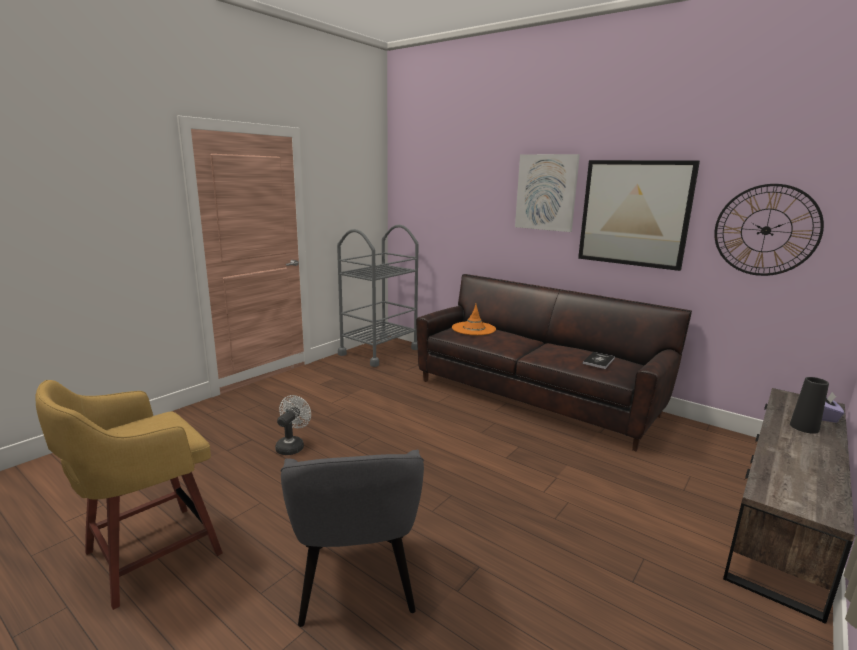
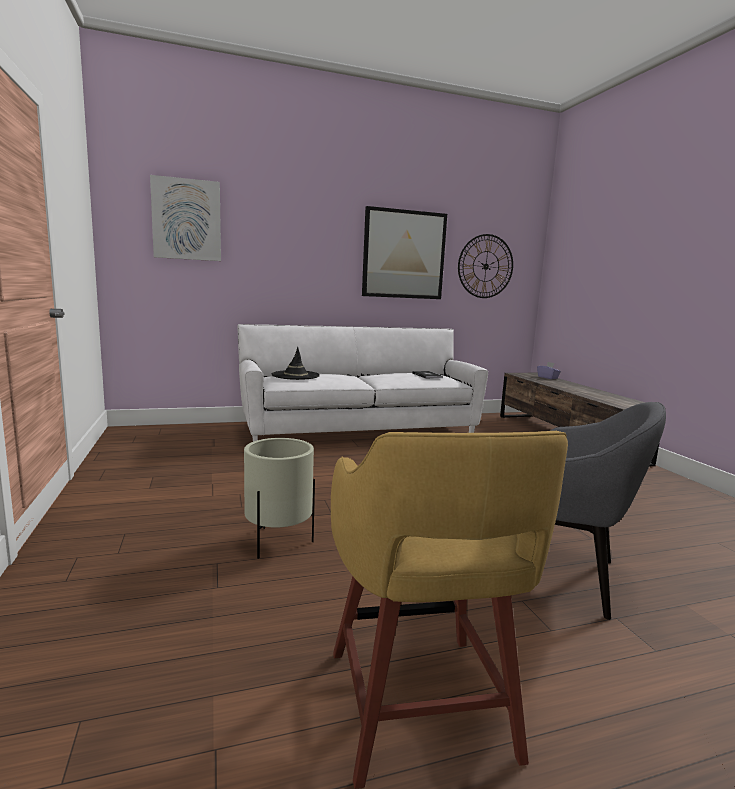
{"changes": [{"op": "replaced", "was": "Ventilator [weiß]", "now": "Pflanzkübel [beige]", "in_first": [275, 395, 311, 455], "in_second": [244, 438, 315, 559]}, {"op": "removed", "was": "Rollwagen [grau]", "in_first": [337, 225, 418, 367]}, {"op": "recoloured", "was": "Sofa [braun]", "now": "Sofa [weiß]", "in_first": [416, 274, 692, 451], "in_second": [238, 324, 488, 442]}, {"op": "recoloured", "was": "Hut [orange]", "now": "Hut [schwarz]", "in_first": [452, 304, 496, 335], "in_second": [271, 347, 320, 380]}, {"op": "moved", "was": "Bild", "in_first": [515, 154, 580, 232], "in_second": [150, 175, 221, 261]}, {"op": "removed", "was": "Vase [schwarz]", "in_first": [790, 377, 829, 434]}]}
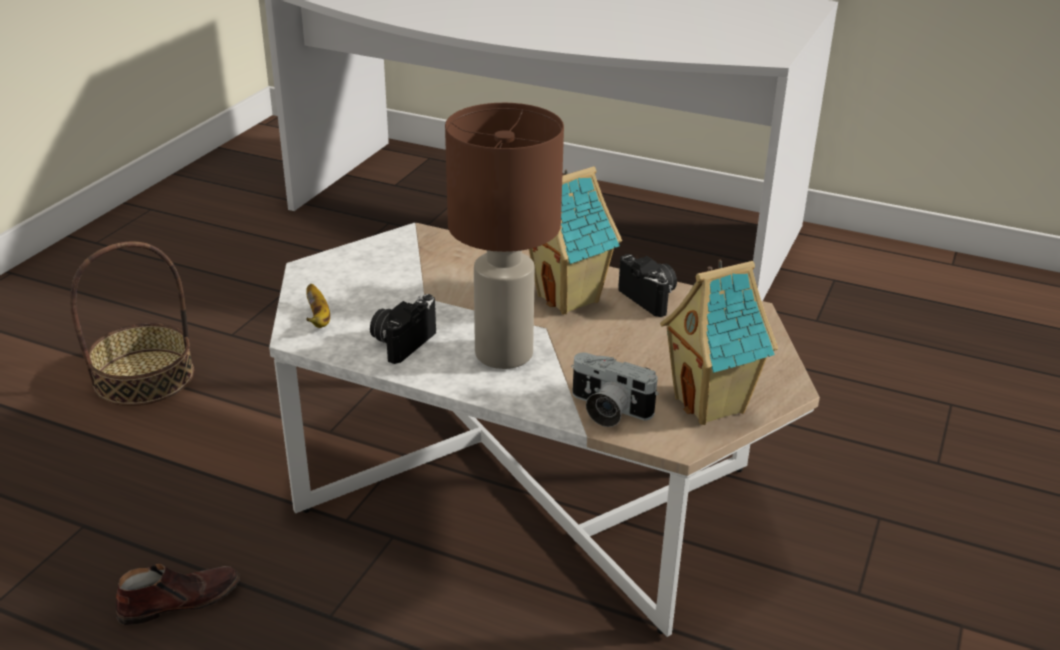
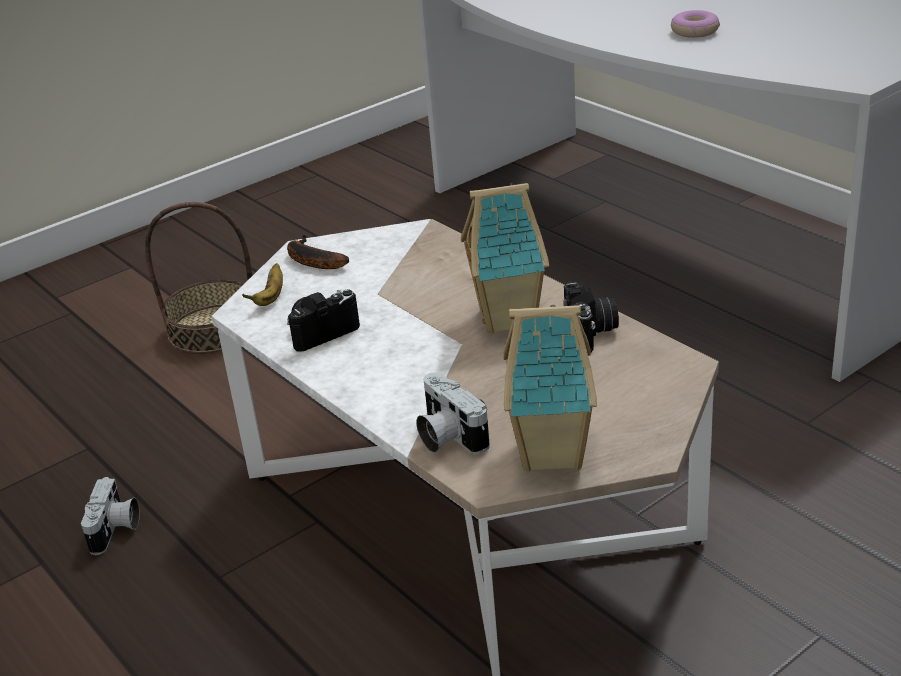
{"changes": [{"op": "replaced", "was": "Schuh [braun]", "now": "Kamera", "in_first": [116, 564, 240, 625], "in_second": [81, 477, 140, 555]}, {"op": "removed", "was": "Tischlampe [braun]", "in_first": [445, 103, 564, 369]}, {"op": "added", "now": "Banane", "in_second": [287, 235, 349, 269]}, {"op": "added", "now": "Donut", "in_second": [671, 10, 720, 38]}]}
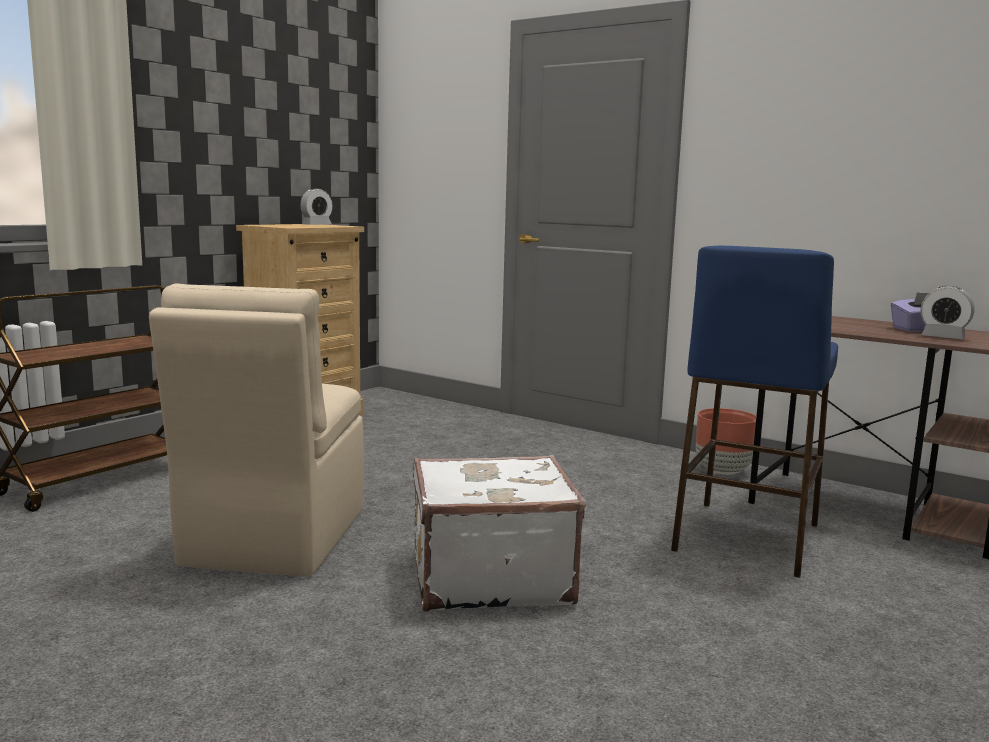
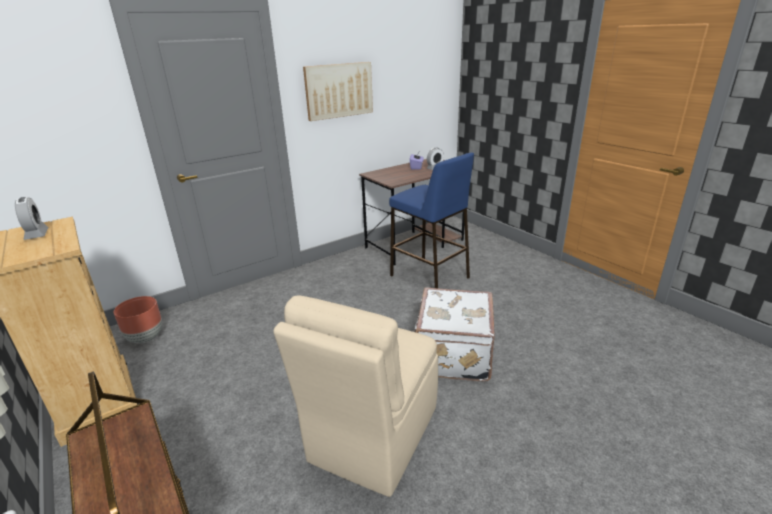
{"changes": [{"op": "turned", "was": "Stuhl [beige]", "in_first": [149, 284, 364, 576], "in_second": [273, 296, 438, 497], "clockwise": 90}, {"op": "moved", "was": "Pflanzkübel [braun]", "in_first": [696, 408, 756, 475], "in_second": [113, 296, 162, 343]}, {"op": "added", "now": "Bild", "in_second": [303, 62, 373, 121]}]}
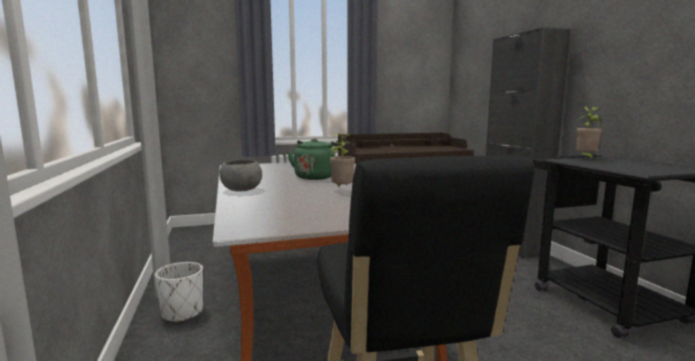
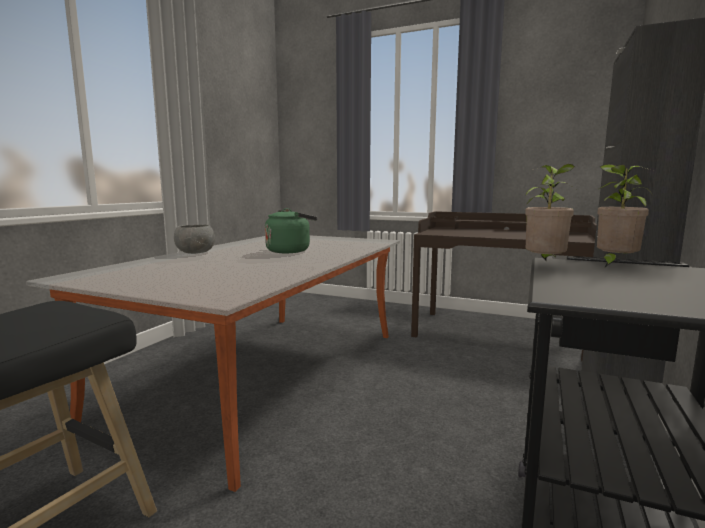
{"changes": [{"op": "removed", "was": "Pflanzkübel [weiß]", "in_first": [155, 262, 203, 323]}, {"op": "moved", "was": "Topfpflanze", "in_first": [329, 132, 355, 188], "in_second": [525, 164, 576, 262]}]}
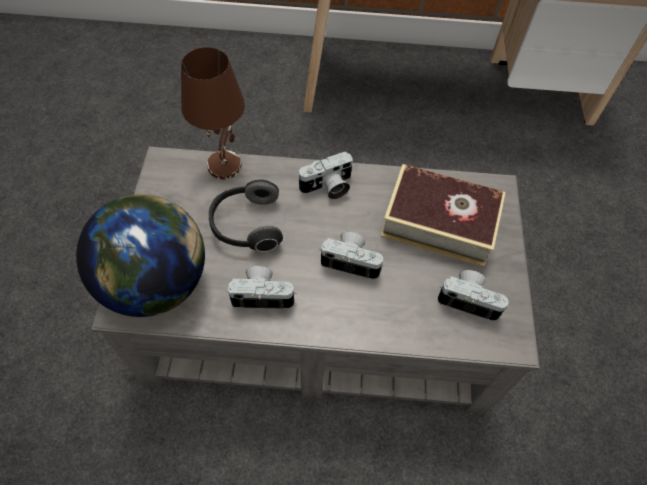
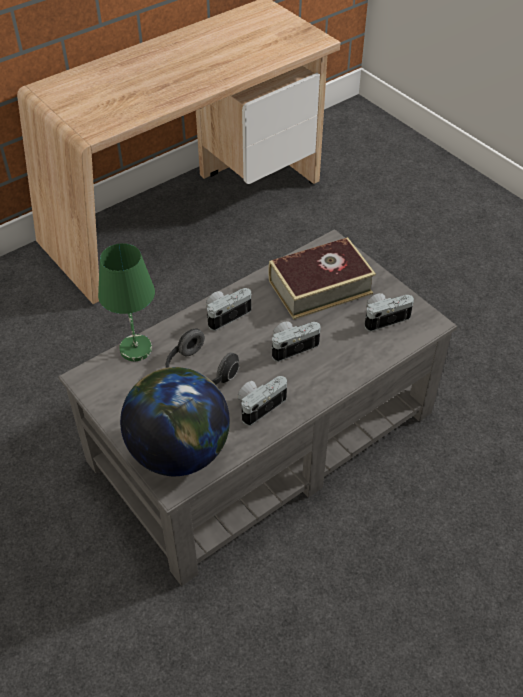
{"changes": [{"op": "recoloured", "was": "Tischlampe [braun]", "now": "Tischlampe [grün]", "in_first": [181, 47, 245, 179], "in_second": [98, 243, 155, 361]}, {"op": "turned", "was": "Kamera", "in_first": [297, 151, 353, 199], "in_second": [206, 288, 252, 331], "clockwise": -150}]}
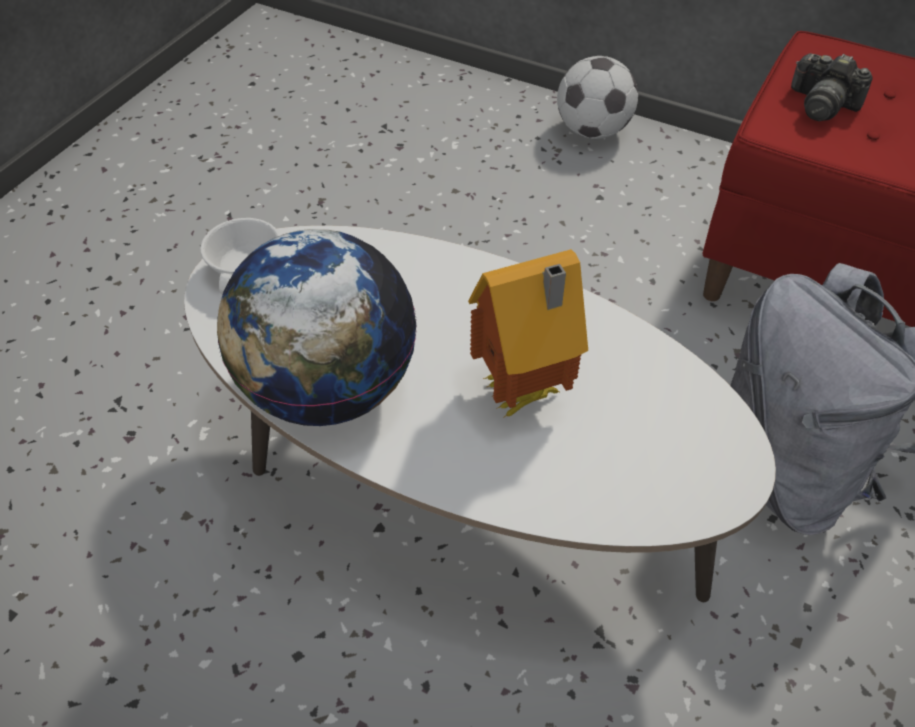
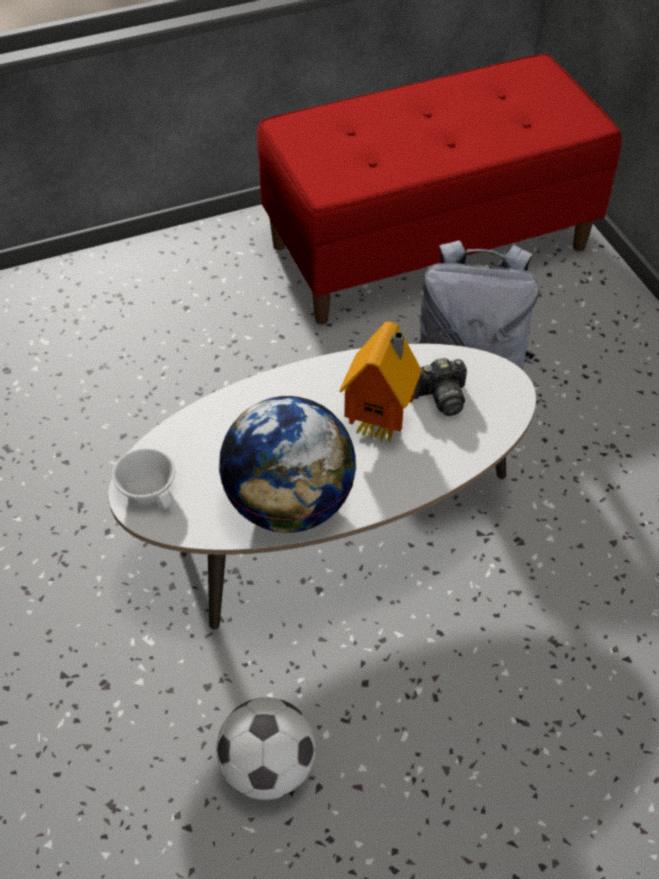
{"changes": [{"op": "moved", "was": "Fußball", "in_first": [557, 56, 638, 139], "in_second": [216, 697, 316, 800]}, {"op": "moved", "was": "Kamera", "in_first": [791, 53, 873, 121], "in_second": [414, 358, 467, 416]}]}
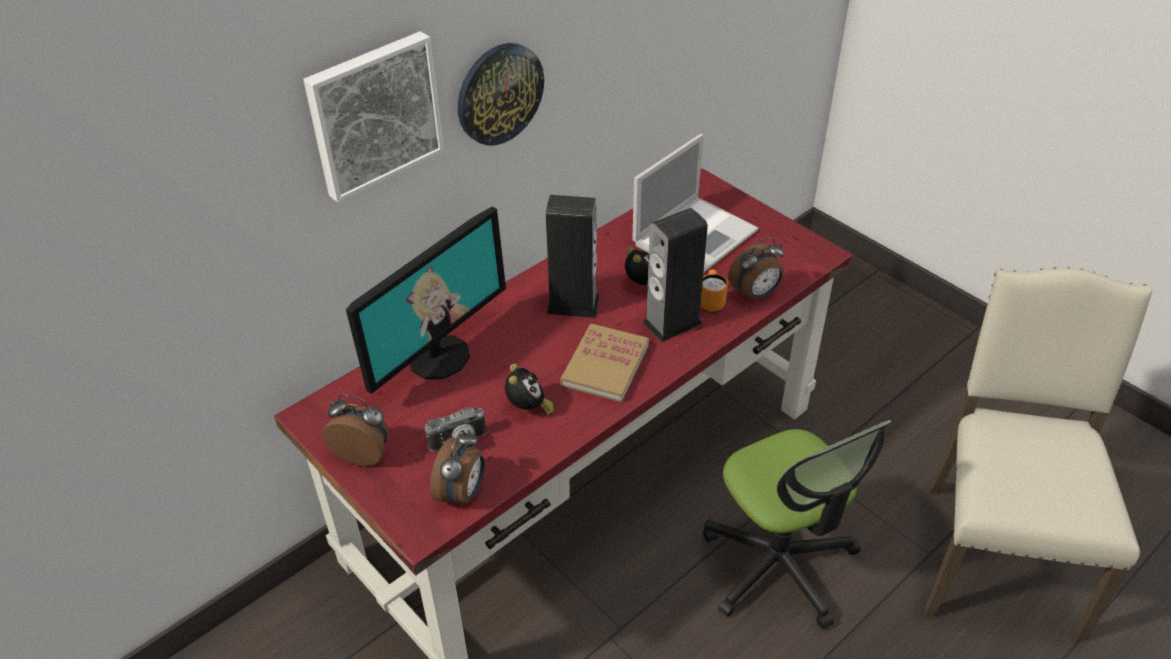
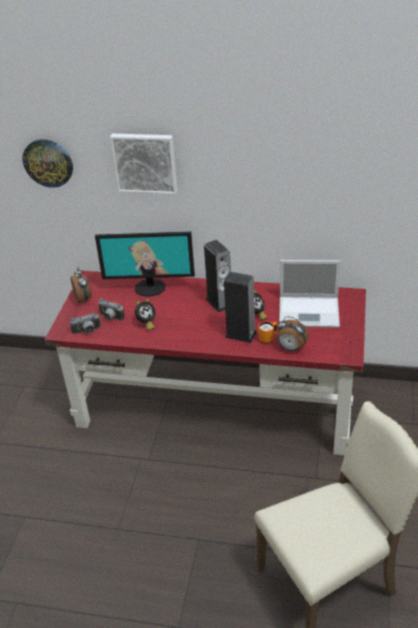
{"changes": [{"op": "replaced", "was": "Wecker", "now": "Kamera", "in_first": [430, 429, 485, 507], "in_second": [70, 313, 101, 334]}, {"op": "moved", "was": "Wanduhr", "in_first": [458, 43, 544, 145], "in_second": [22, 139, 73, 188]}, {"op": "removed", "was": "Buch", "in_first": [560, 324, 649, 402]}, {"op": "removed", "was": "Bürostuhl", "in_first": [703, 420, 892, 629]}]}
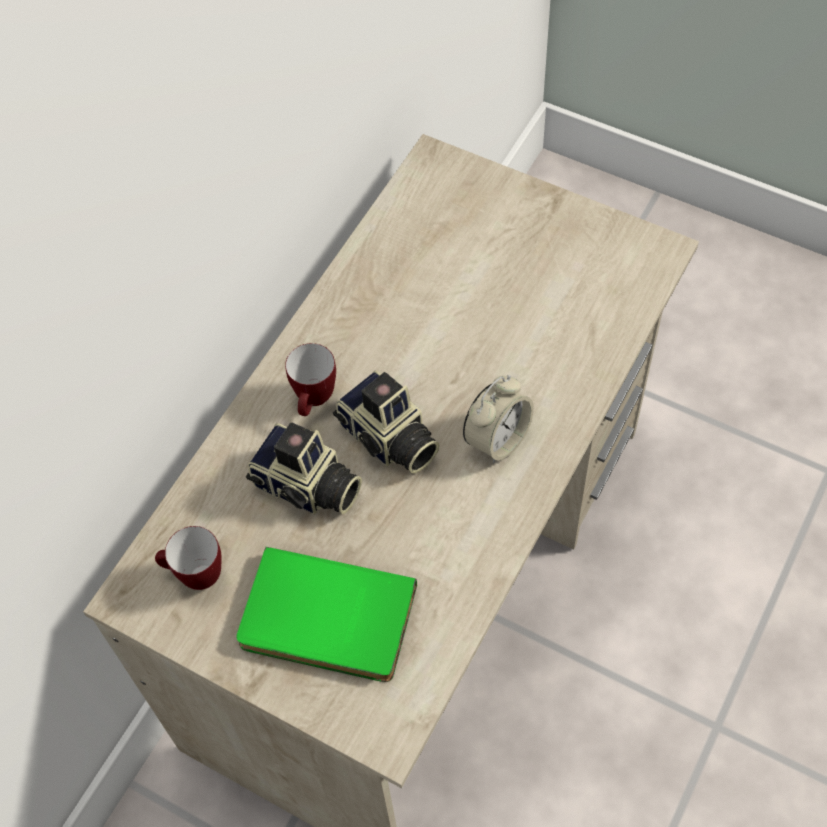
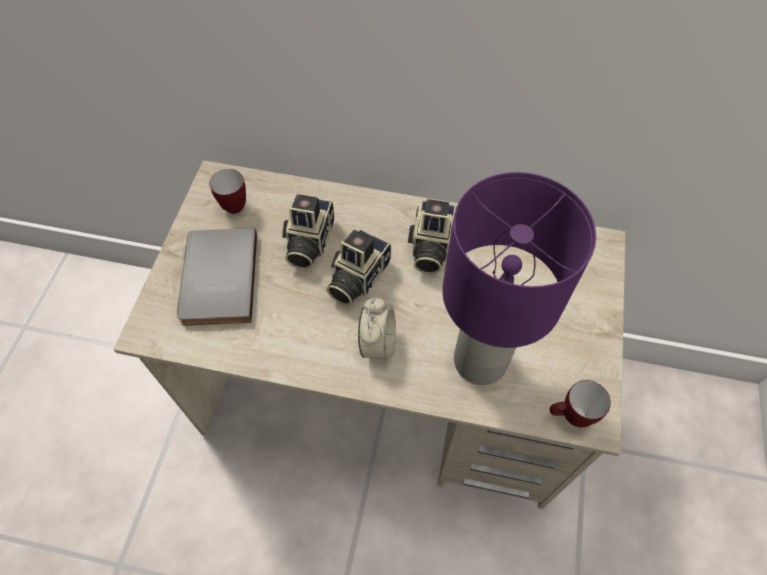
{"changes": [{"op": "recoloured", "was": "Buch [grün]", "now": "Buch [grau]", "in_first": [237, 547, 417, 682], "in_second": [177, 228, 257, 326]}, {"op": "moved", "was": "Henkelbecher", "in_first": [285, 343, 336, 416], "in_second": [550, 380, 611, 428]}, {"op": "turned", "was": "Wecker", "in_first": [463, 375, 534, 463], "in_second": [358, 298, 396, 362], "clockwise": -105}, {"op": "added", "now": "Kamera", "in_second": [408, 199, 456, 274]}, {"op": "added", "now": "Tischlampe [lila]", "in_second": [442, 172, 596, 385]}]}
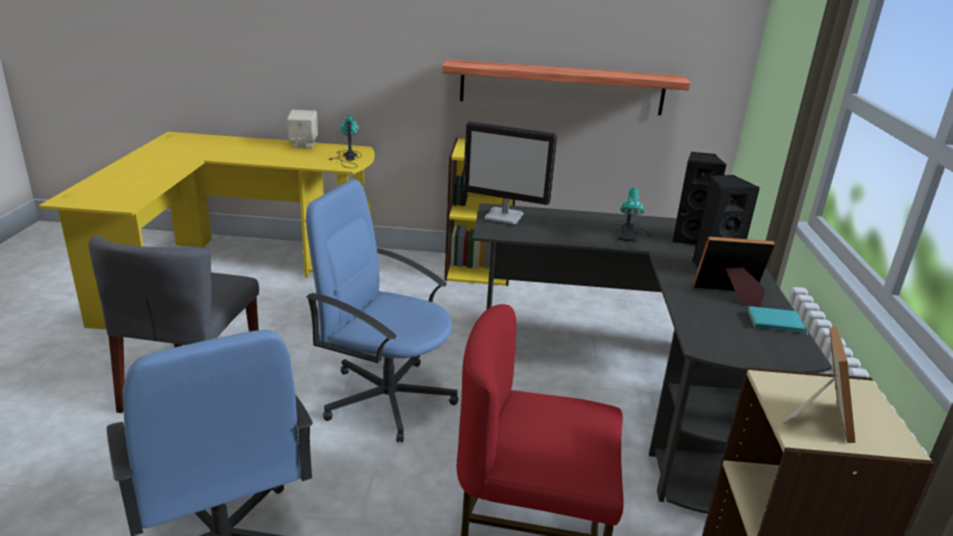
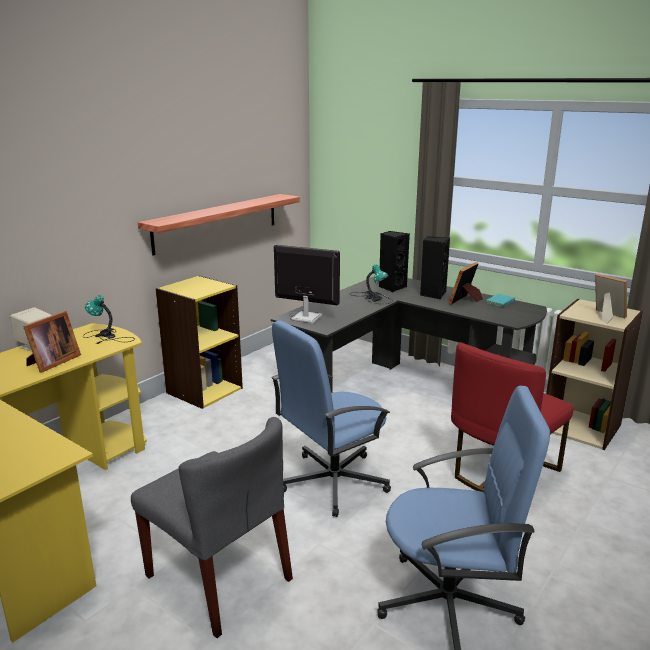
{"changes": [{"op": "turned", "was": "Monitor", "in_first": [463, 122, 558, 224], "in_second": [274, 245, 340, 323], "clockwise": -120}, {"op": "added", "now": "Bilderrahmen", "in_second": [23, 311, 81, 373]}]}
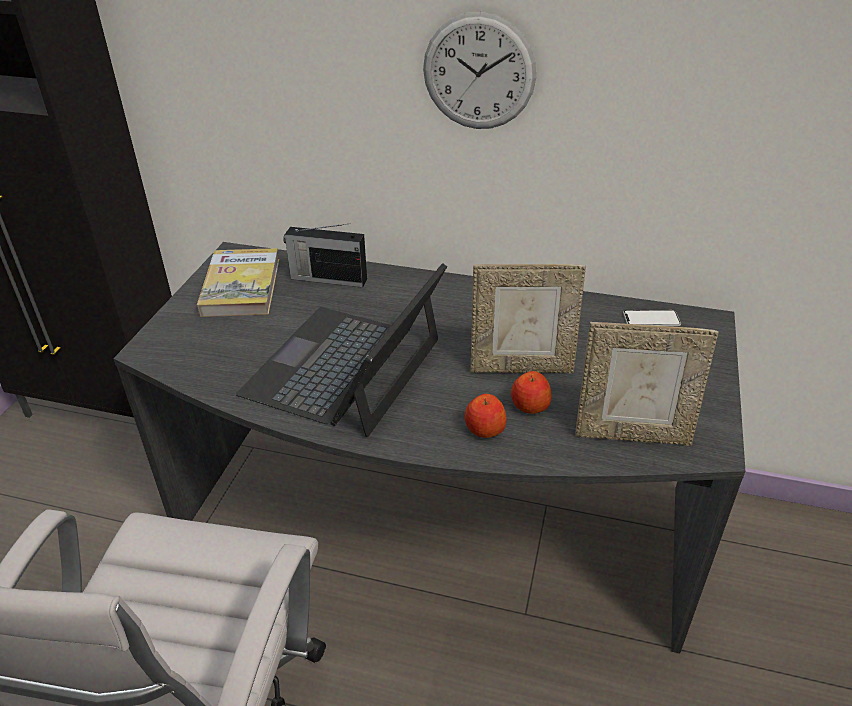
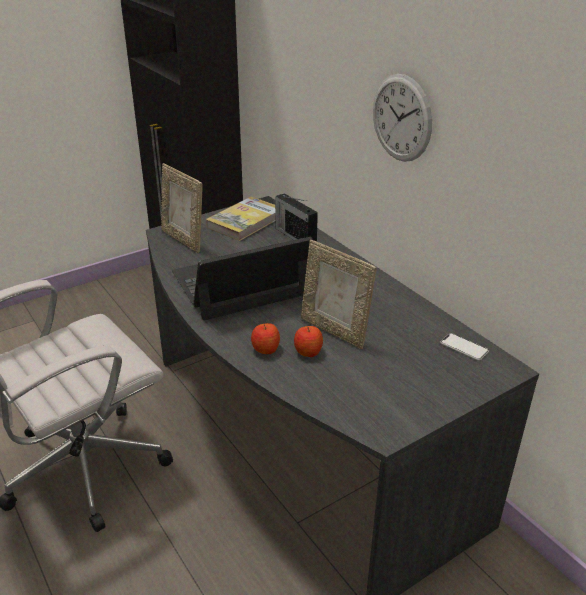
{"changes": [{"op": "moved", "was": "Bilderrahmen", "in_first": [575, 322, 719, 446], "in_second": [161, 163, 203, 253]}]}
